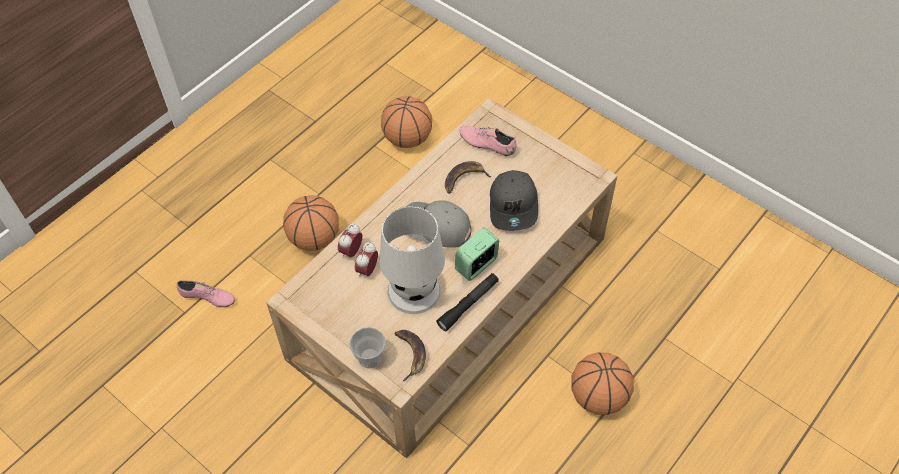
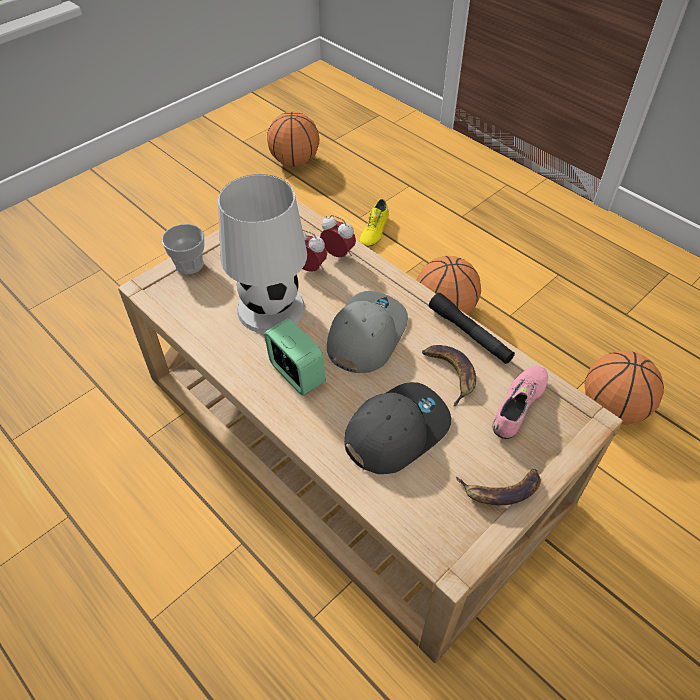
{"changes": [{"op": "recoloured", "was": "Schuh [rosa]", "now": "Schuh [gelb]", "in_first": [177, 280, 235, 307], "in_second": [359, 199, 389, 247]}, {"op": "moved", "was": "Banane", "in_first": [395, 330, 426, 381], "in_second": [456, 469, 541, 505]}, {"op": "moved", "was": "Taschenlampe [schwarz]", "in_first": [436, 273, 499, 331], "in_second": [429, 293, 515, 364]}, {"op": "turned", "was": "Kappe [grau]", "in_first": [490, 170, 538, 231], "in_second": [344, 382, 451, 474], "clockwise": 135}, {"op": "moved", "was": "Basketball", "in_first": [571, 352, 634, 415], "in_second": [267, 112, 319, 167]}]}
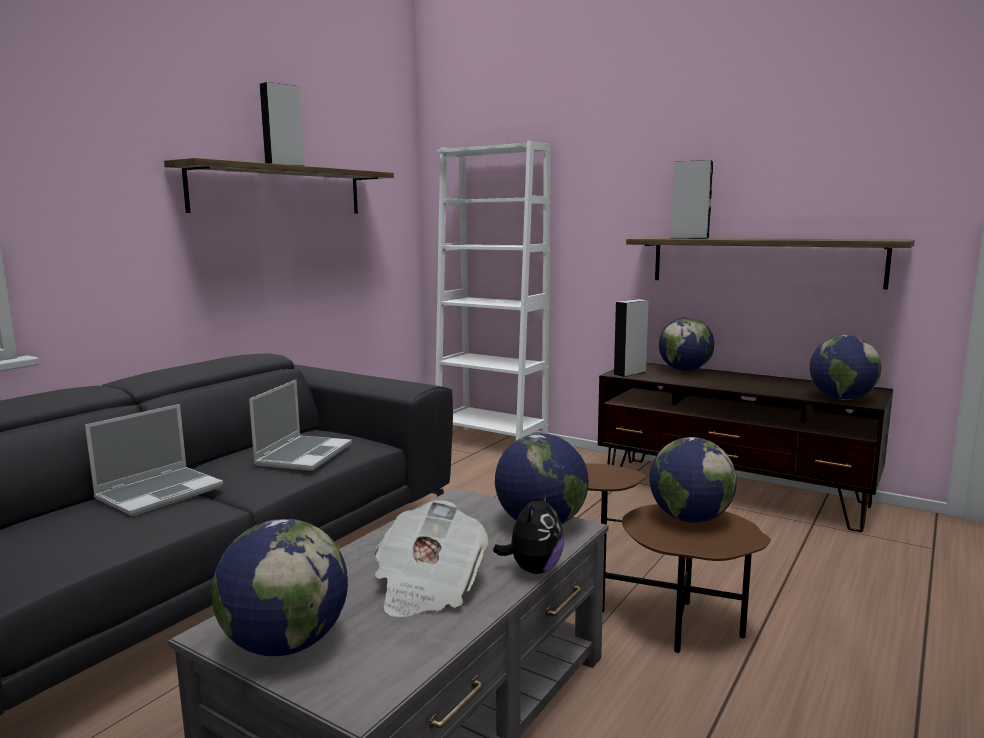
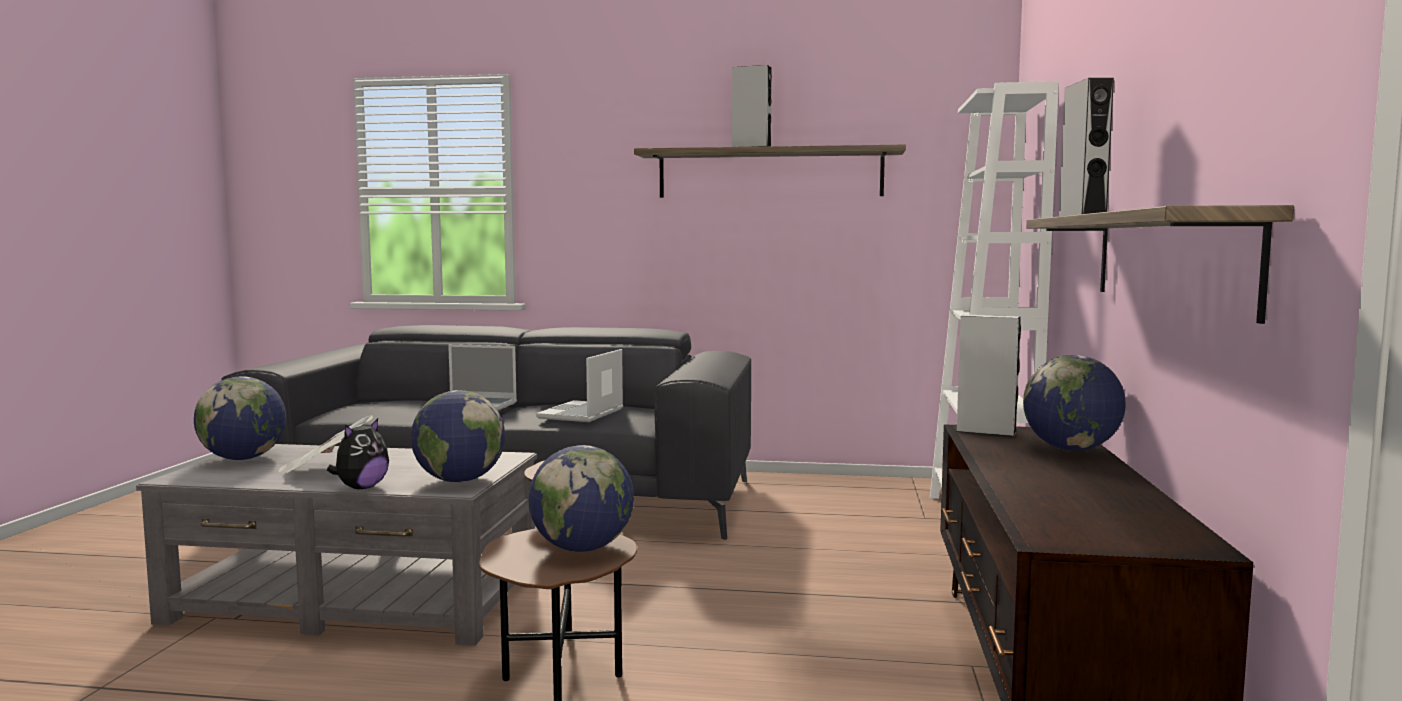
{"changes": [{"op": "turned", "was": "Laptop", "in_first": [249, 380, 352, 471], "in_second": [536, 349, 623, 422], "clockwise": 120}, {"op": "turned", "was": "Plüschtier", "in_first": [493, 489, 564, 574], "in_second": [327, 418, 389, 489], "clockwise": -60}, {"op": "removed", "was": "Globus", "in_first": [810, 335, 881, 400]}]}
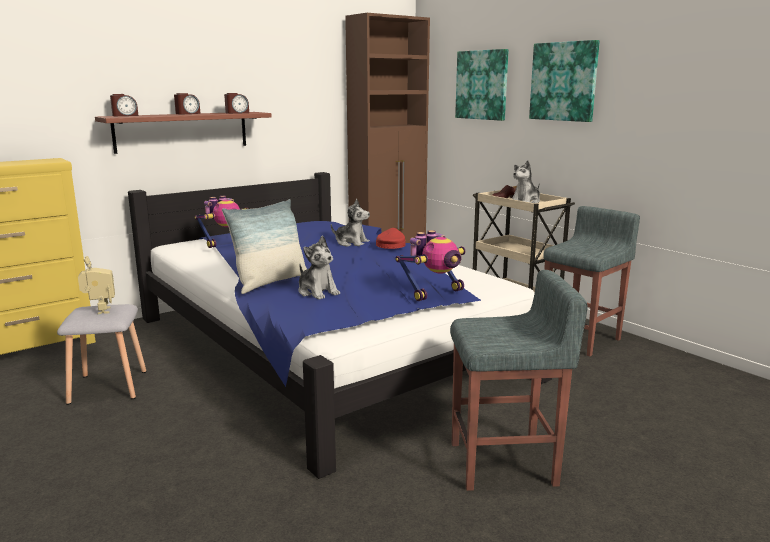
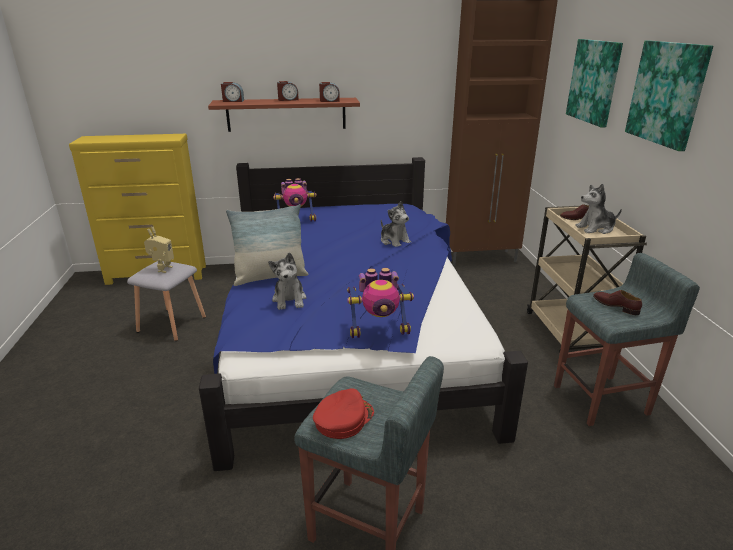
{"changes": [{"op": "moved", "was": "Kappe [rot]", "in_first": [376, 228, 406, 249], "in_second": [313, 388, 374, 439]}, {"op": "added", "now": "Schuh [braun]", "in_second": [593, 290, 642, 315]}]}
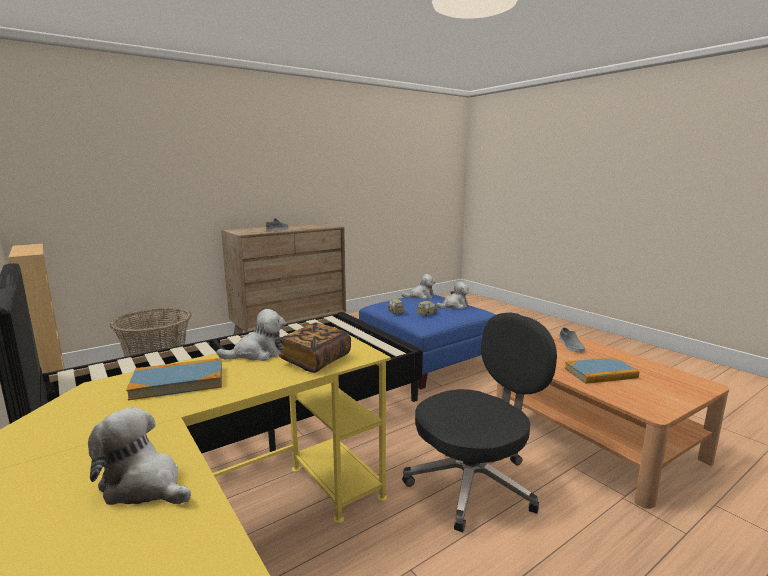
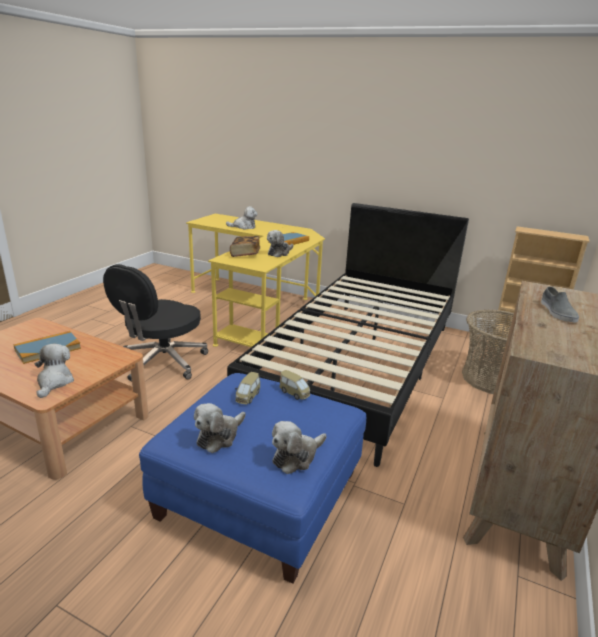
{"changes": [{"op": "replaced", "was": "Schuh [grau]", "now": "Plüschtier", "in_first": [559, 328, 585, 353], "in_second": [35, 344, 74, 398]}]}
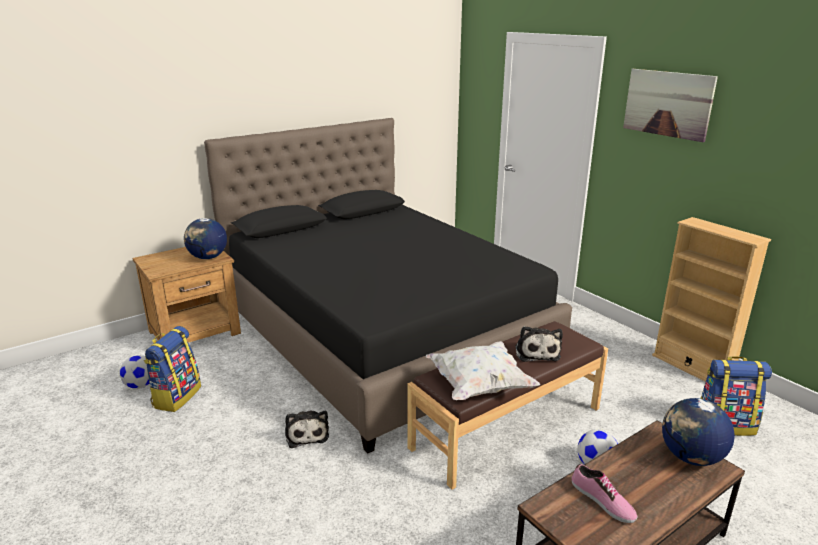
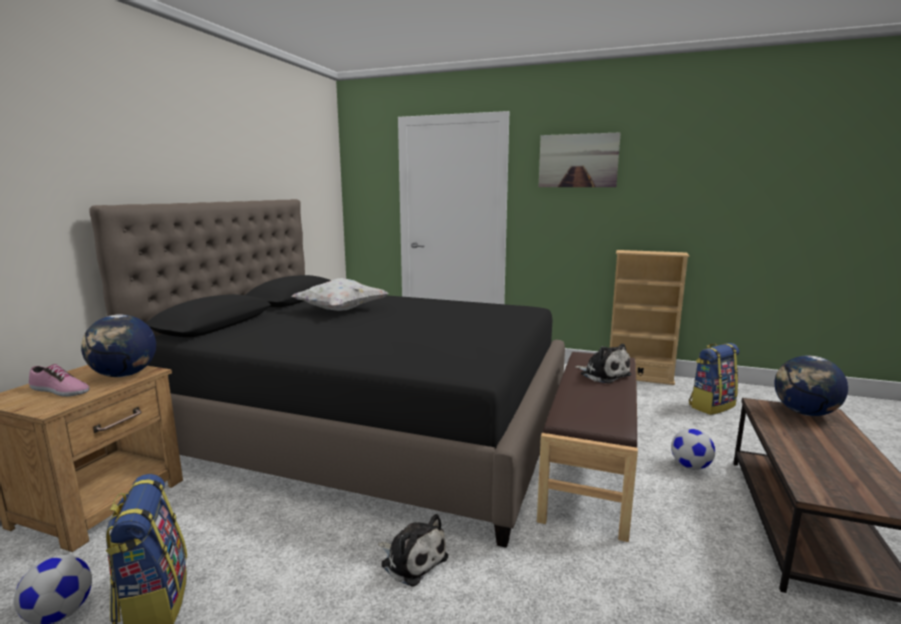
{"changes": [{"op": "moved", "was": "Kissen [weiß]", "in_first": [426, 341, 540, 400], "in_second": [291, 278, 389, 311]}, {"op": "moved", "was": "Schuh", "in_first": [572, 464, 638, 523], "in_second": [29, 364, 89, 397]}]}
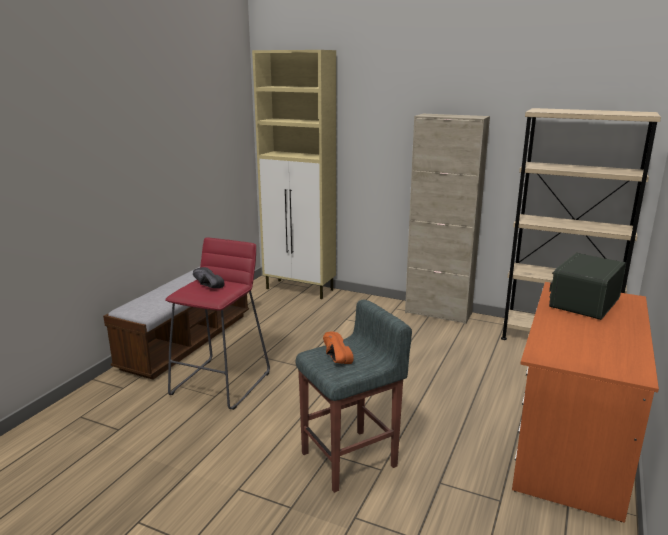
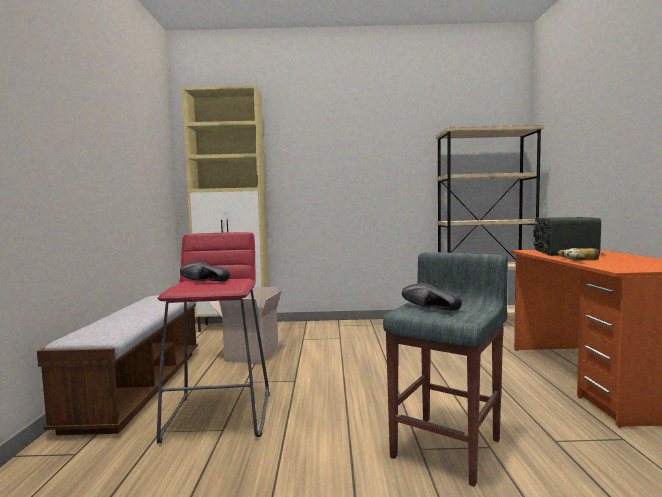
{"changes": [{"op": "recoloured", "was": "Schuh [orange]", "now": "Schuh [schwarz]", "in_first": [323, 331, 354, 364], "in_second": [402, 283, 462, 311]}, {"op": "removed", "was": "Schrank [beige]", "in_first": [405, 114, 490, 324]}, {"op": "added", "now": "Karton", "in_second": [209, 287, 281, 364]}, {"op": "added", "now": "Bohrmaschine", "in_second": [558, 248, 605, 261]}]}
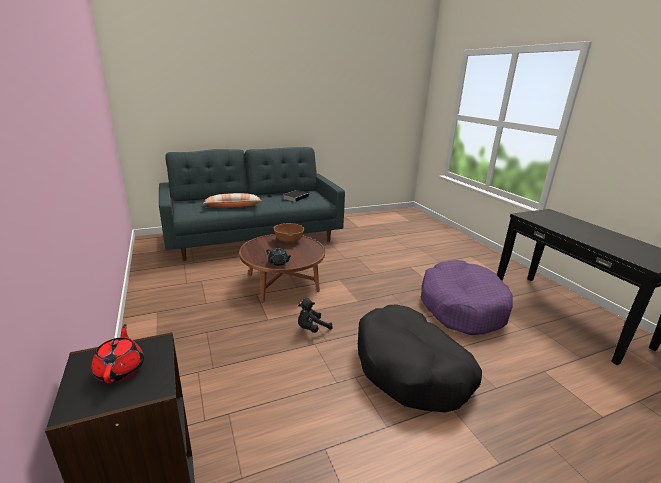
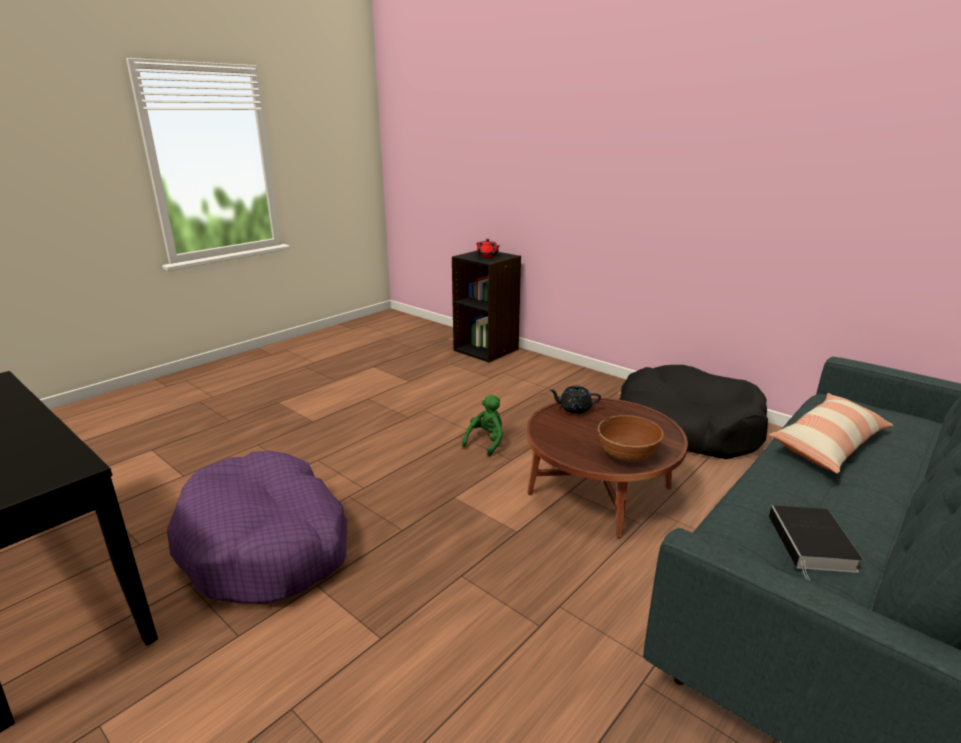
{"changes": [{"op": "recoloured", "was": "Plüschtier [schwarz]", "now": "Plüschtier [grün]", "in_first": [298, 298, 333, 333], "in_second": [462, 394, 503, 456]}, {"op": "moved", "was": "Hundebett [schwarz]", "in_first": [358, 304, 482, 412], "in_second": [619, 365, 768, 459]}]}
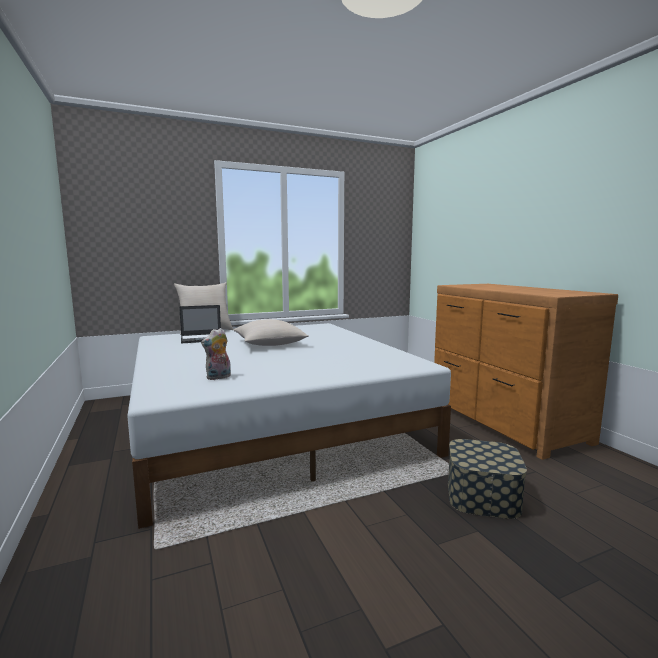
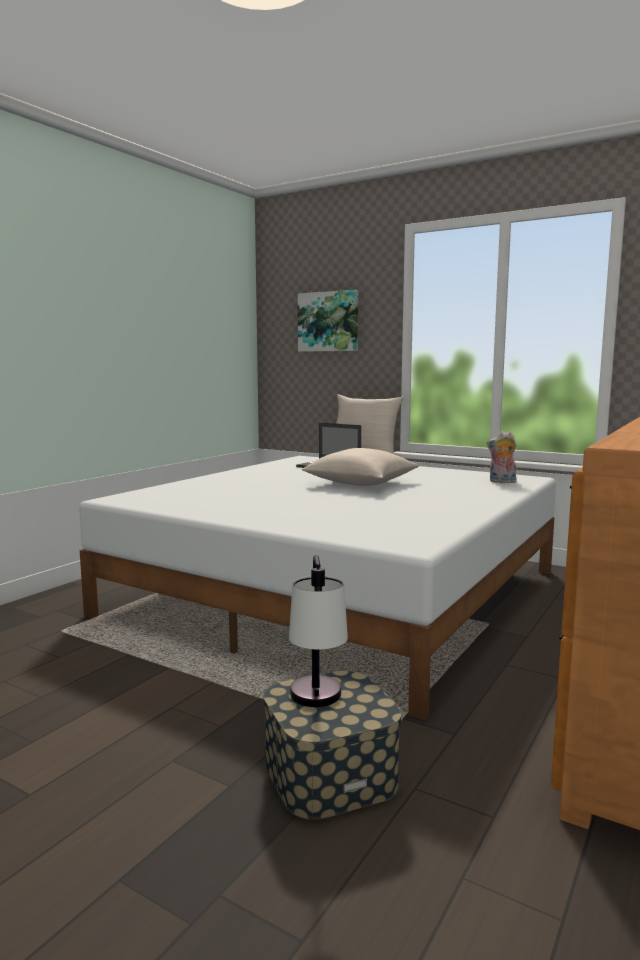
{"changes": [{"op": "moved", "was": "Plüschtier", "in_first": [201, 328, 231, 380], "in_second": [487, 432, 517, 484]}, {"op": "added", "now": "Tischlampe", "in_second": [289, 555, 348, 707]}, {"op": "added", "now": "Bild", "in_second": [298, 290, 358, 352]}]}
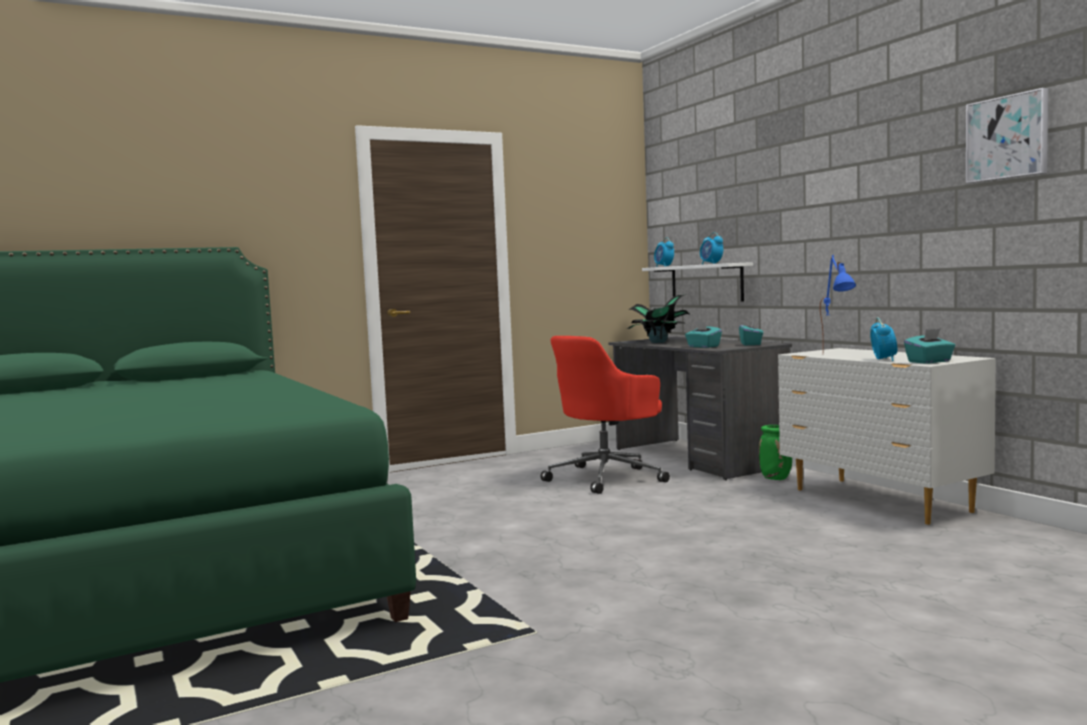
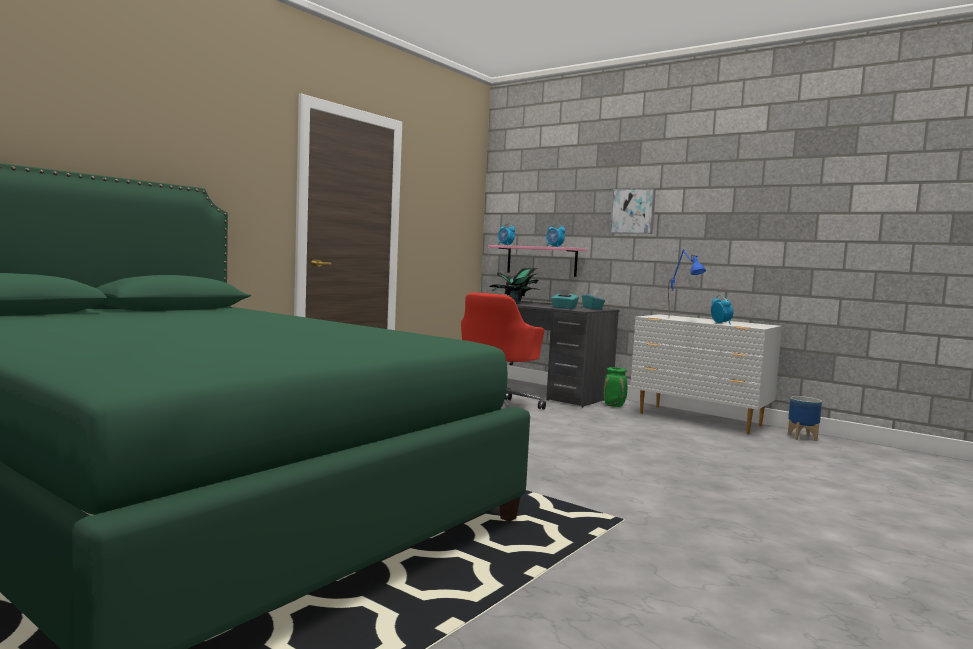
{"changes": [{"op": "recoloured", "was": "Wandregal [weiß]", "now": "Wandregal [rosa]", "in_first": [642, 262, 753, 302], "in_second": [488, 245, 587, 277]}, {"op": "removed", "was": "Taschentuchbox [türkis]", "in_first": [904, 328, 956, 364]}, {"op": "moved", "was": "Bild", "in_first": [966, 88, 1048, 183], "in_second": [610, 188, 656, 234]}, {"op": "added", "now": "Pflanzkübel", "in_second": [788, 396, 822, 441]}]}
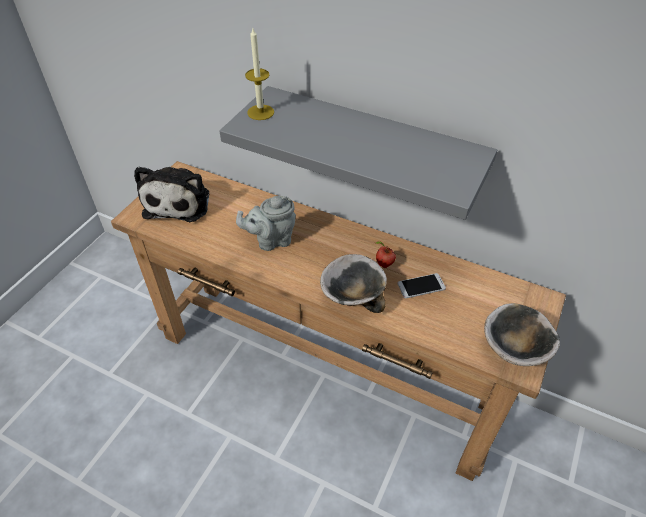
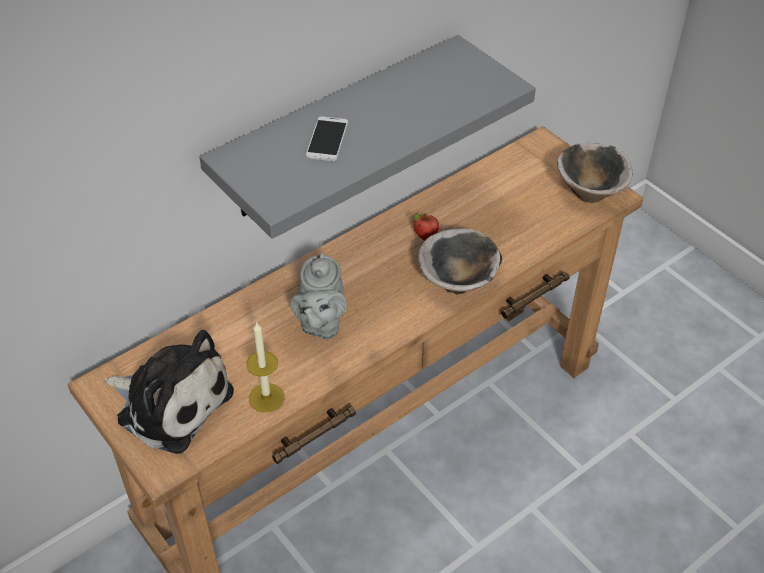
{"changes": [{"op": "moved", "was": "Kerze", "in_first": [245, 28, 274, 120], "in_second": [246, 321, 285, 412]}, {"op": "moved", "was": "Handy", "in_first": [397, 273, 446, 298], "in_second": [306, 116, 348, 161]}]}
